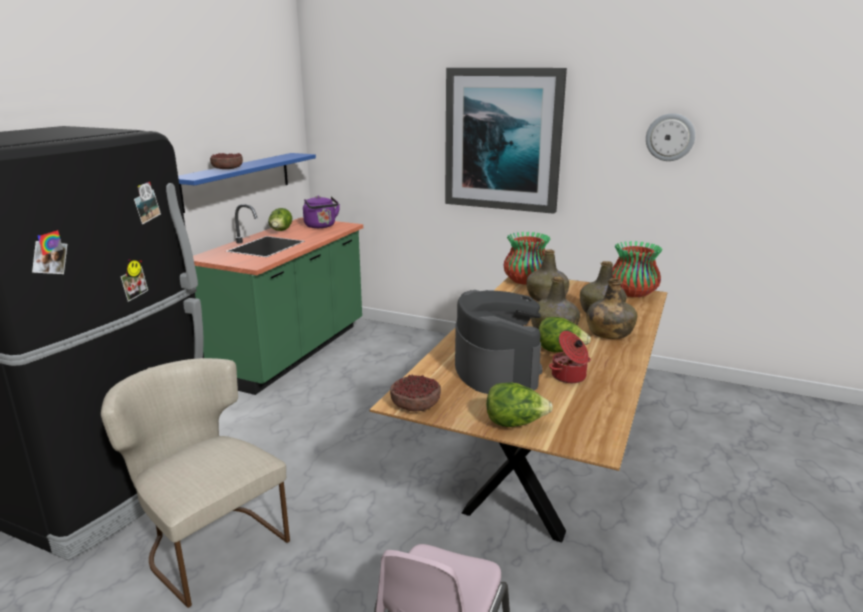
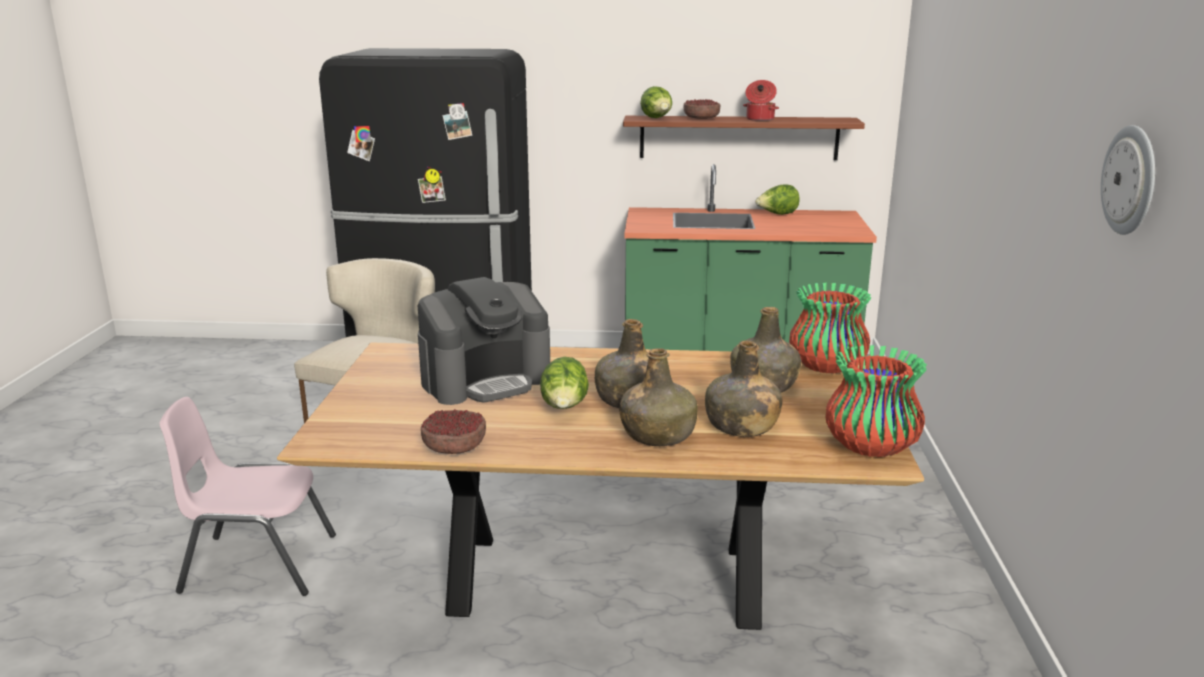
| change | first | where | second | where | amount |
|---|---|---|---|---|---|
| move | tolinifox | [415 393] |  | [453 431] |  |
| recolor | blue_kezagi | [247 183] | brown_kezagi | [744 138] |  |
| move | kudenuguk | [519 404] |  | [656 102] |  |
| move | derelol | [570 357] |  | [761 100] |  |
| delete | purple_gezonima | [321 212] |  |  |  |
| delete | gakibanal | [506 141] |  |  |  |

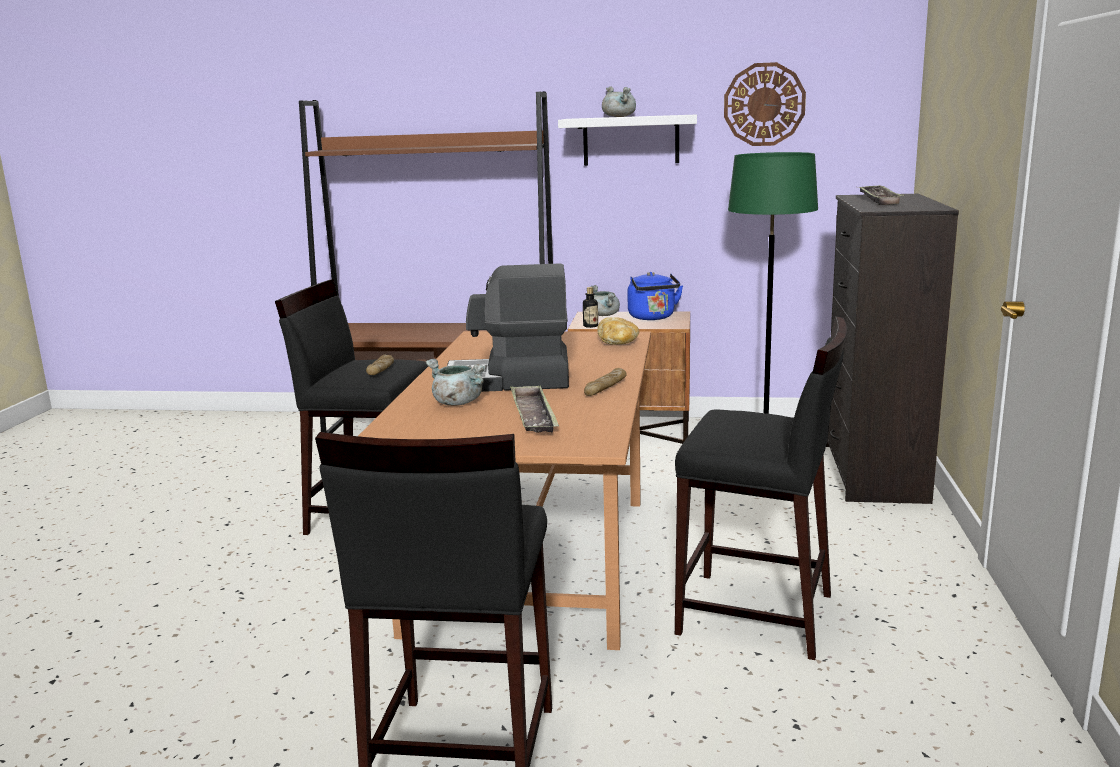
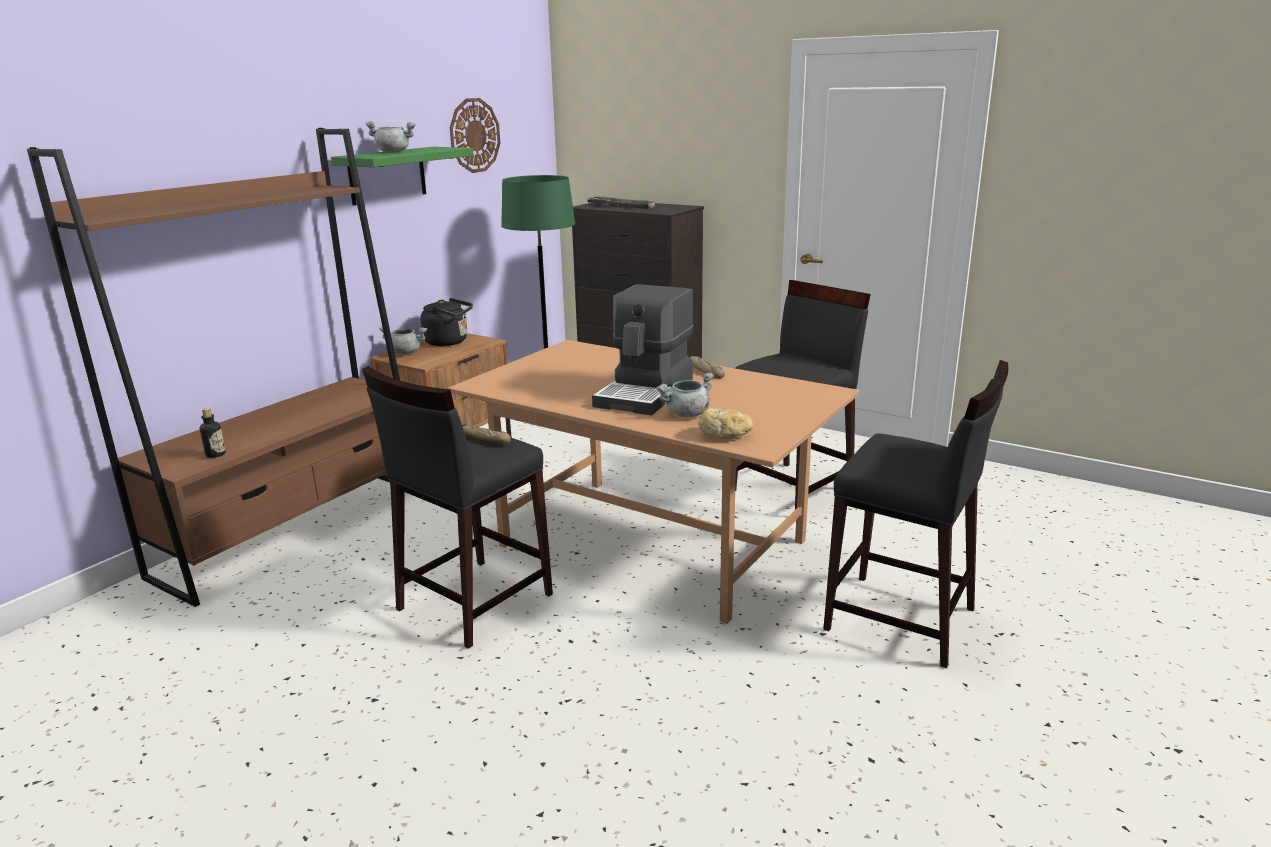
| change | first | where | second | where | amount |
|---|---|---|---|---|---|
| move | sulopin | [590 307] |  | [213 433] |  |
| recolor | white_kezagi | [627 140] | green_kezagi | [402 176] |  |
| recolor | blue_gezonima | [655 296] | black_gezonima | [447 322] |  |
| move | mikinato | [618 331] |  | [725 423] |  |
| delete | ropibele | [534 409] |  |  |  |

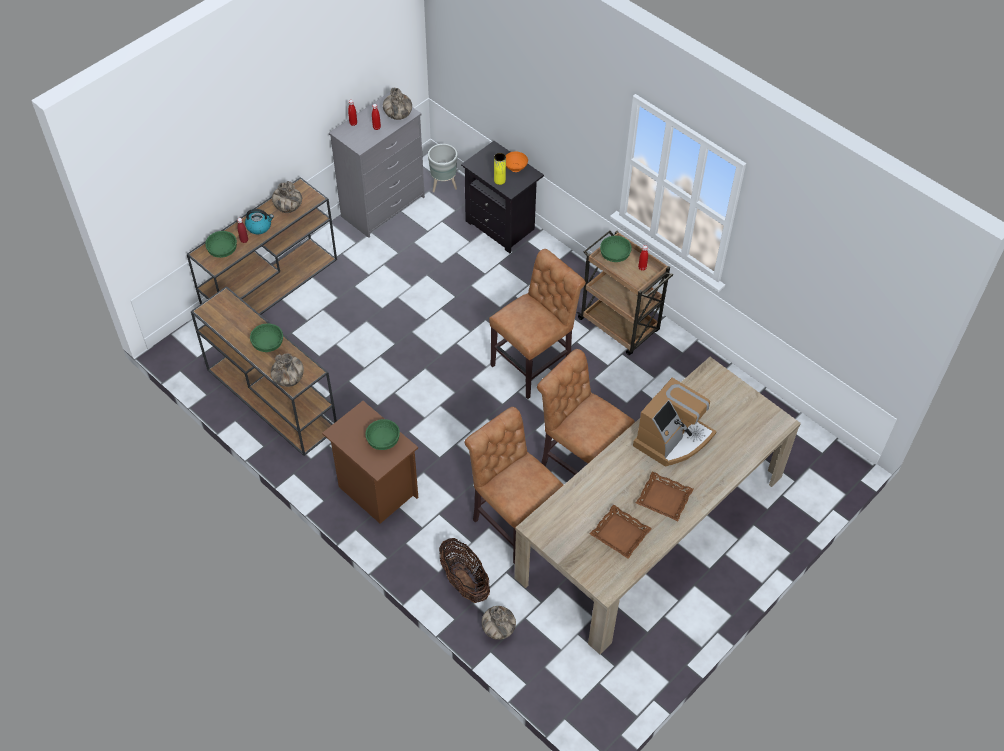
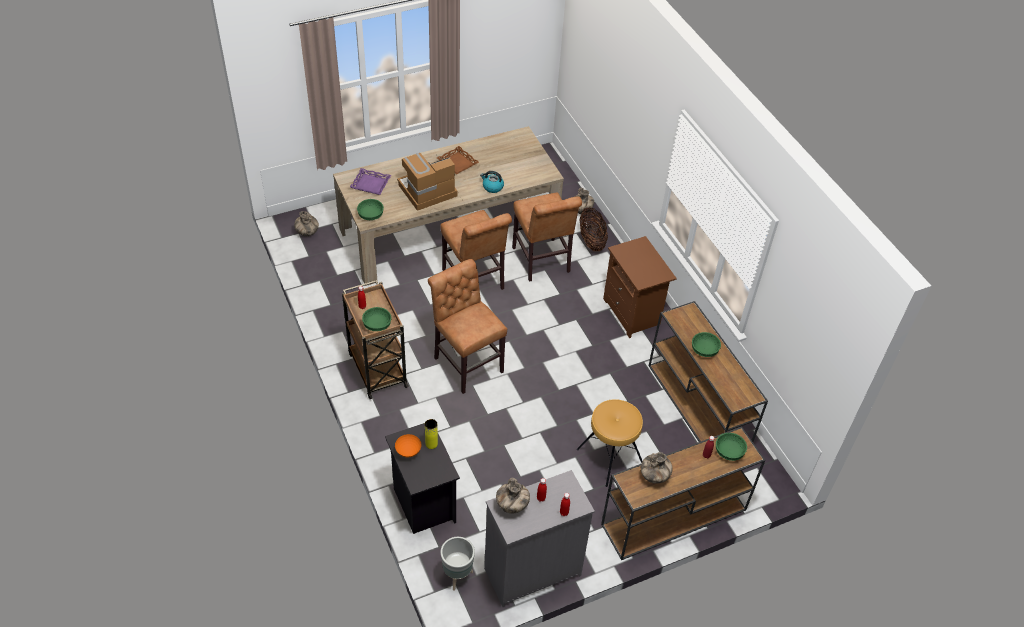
| change | first | where | second | where | amount |
|---|---|---|---|---|---|
| move | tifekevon | [287 370] |  | [306 223] |  |
| insert |  |  | purple_ropibele | [370 181] |  |
| move | green_tolinifox | [382 434] |  | [370 209] |  |
| rotate | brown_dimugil | [537 324] |  | [467 326] | 75 degrees clockwise |
| move | gezonima | [259 221] |  | [492 182] |  |
| insert |  |  | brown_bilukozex | [610 443] |  |
| delete | brown_ropibele | [621 531] |  |  |  |

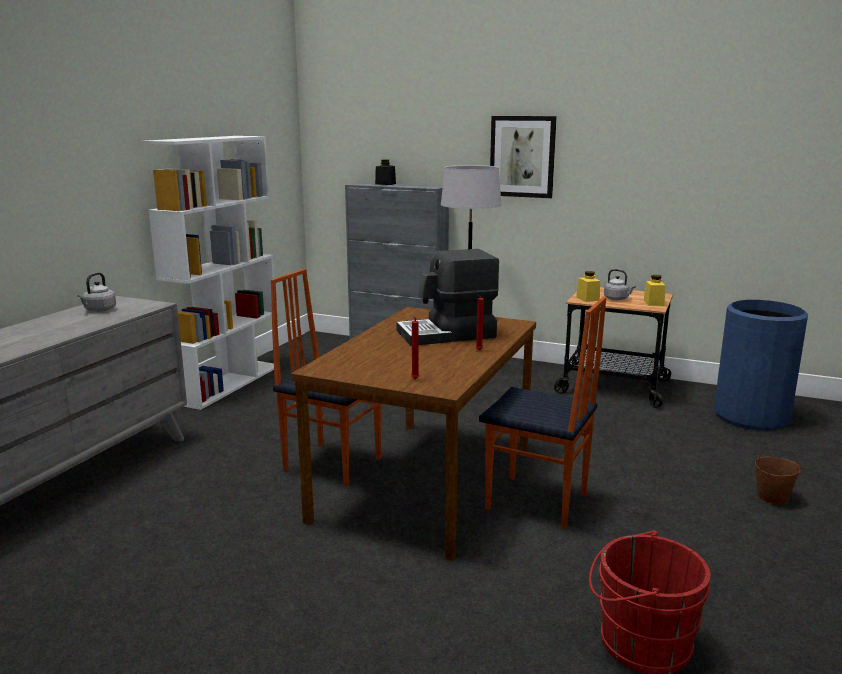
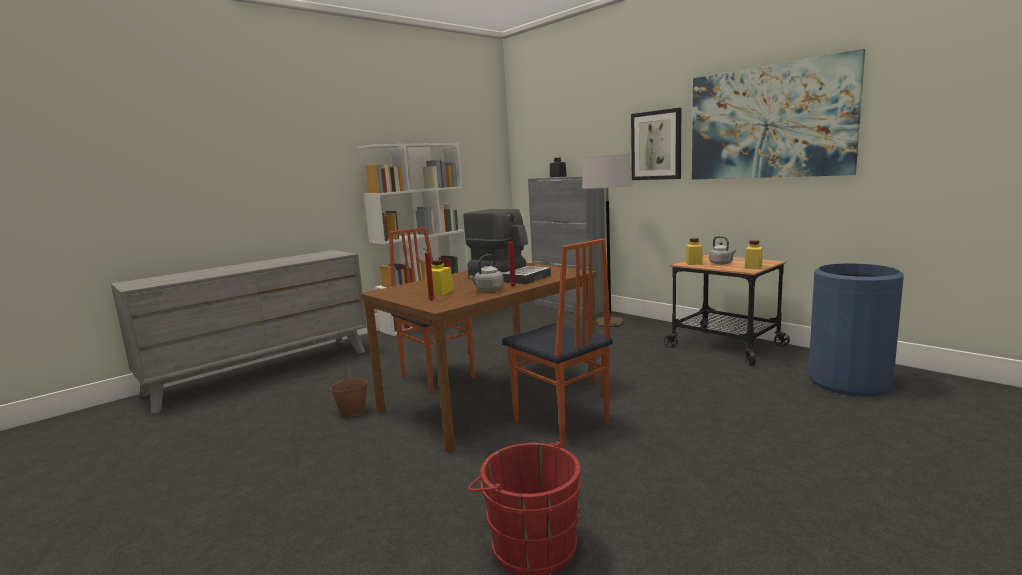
| change | first | where | second | where | amount |
|---|---|---|---|---|---|
| move | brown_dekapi | [778 473] |  | [349 391] |  |
| insert |  |  | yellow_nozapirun | [439 278] |  |
| rotate | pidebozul | [447 297] |  | [507 246] | 150 degrees counterclockwise |
| move | grey_gezonima | [96 292] |  | [486 273] |  |
| insert |  |  | gakibanal | [778 114] |  |

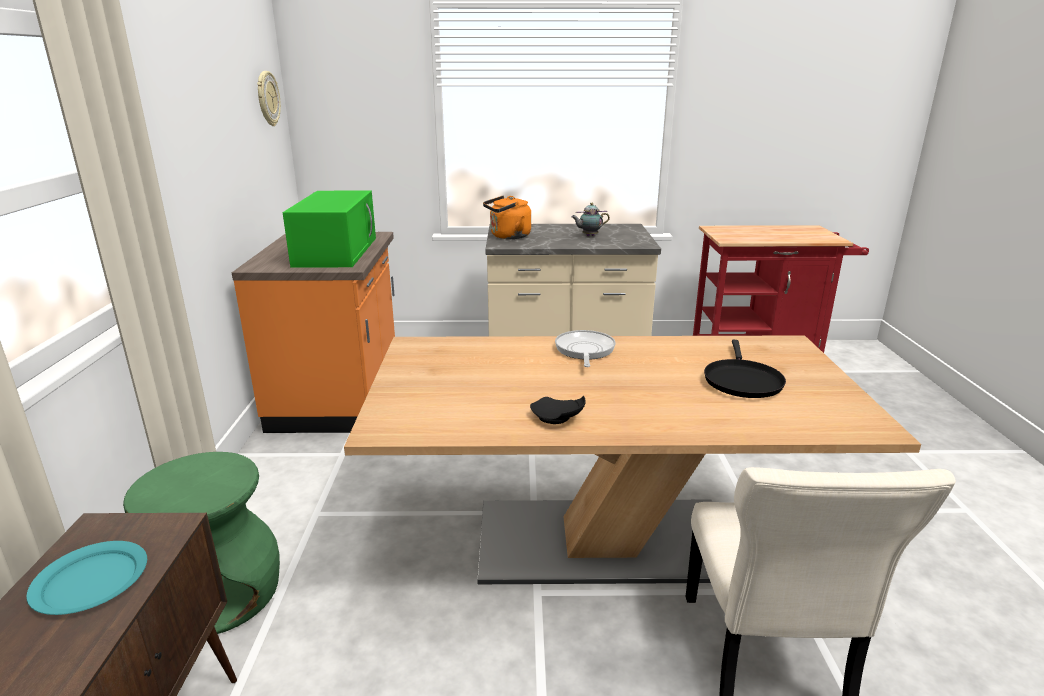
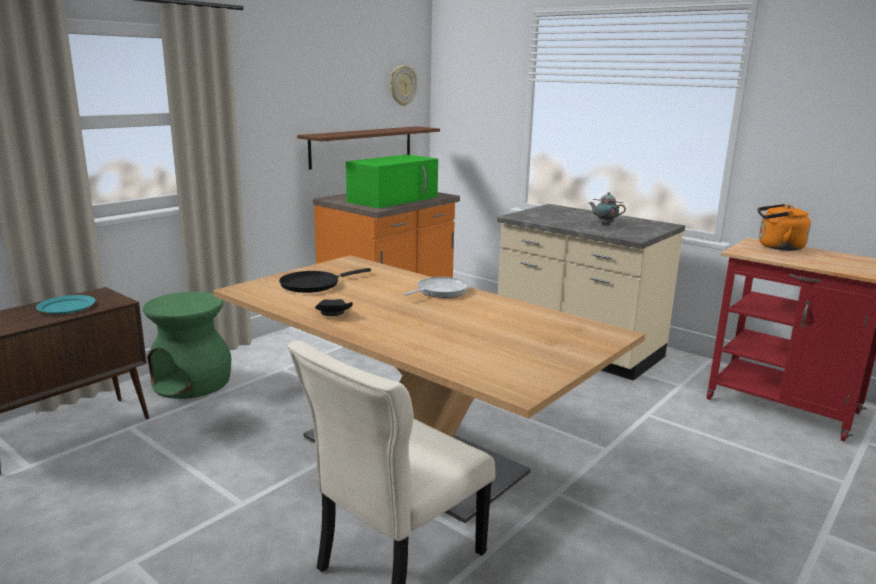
| change | first | where | second | where | amount |
|---|---|---|---|---|---|
| move | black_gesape | [745 369] |  | [325 280] |  |
| insert |  |  | brown_kezagi | [368 148] |  |
| move | orange_gezonima | [507 217] |  | [784 227] |  |

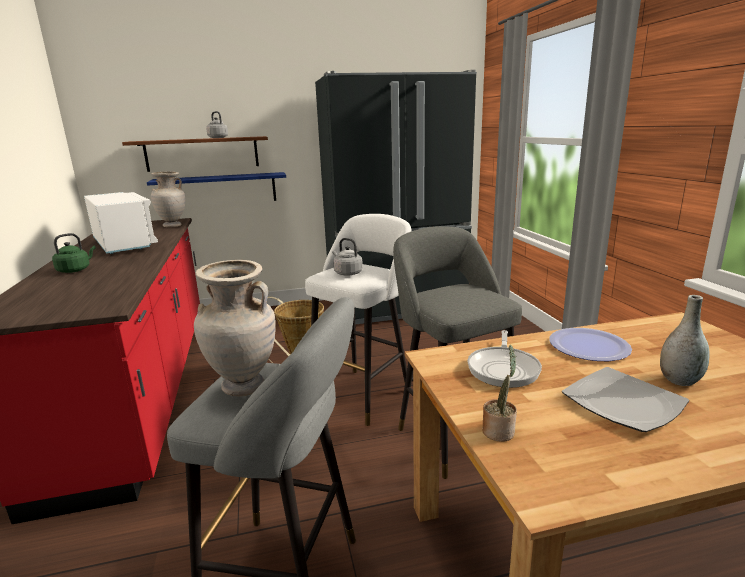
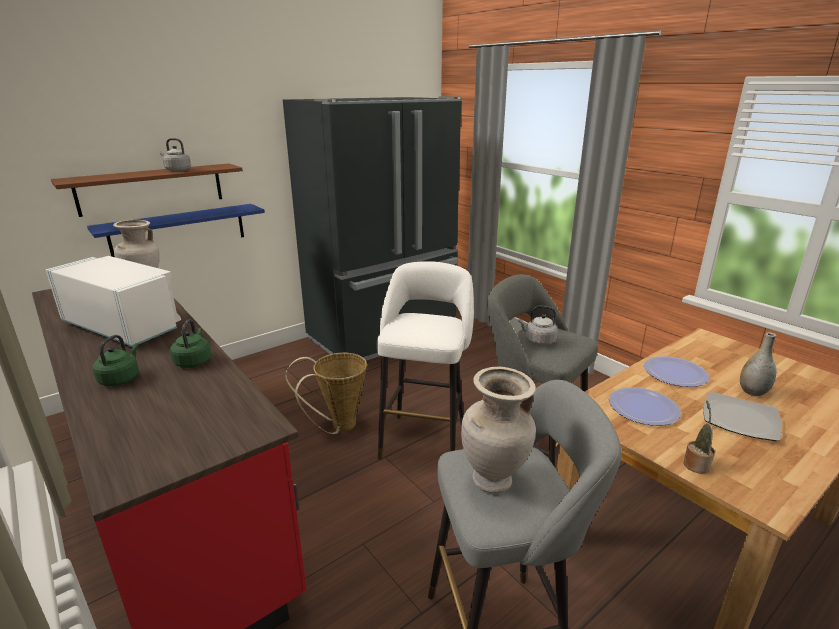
| change | first | where | second | where | amount |
|---|---|---|---|---|---|
| insert |  |  | green_gezonima | [190 343] |  |
| move | grey_gezonima | [347 257] |  | [538 326] |  |
| replace | gesape | [505 359] | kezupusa | [645 406] |  |

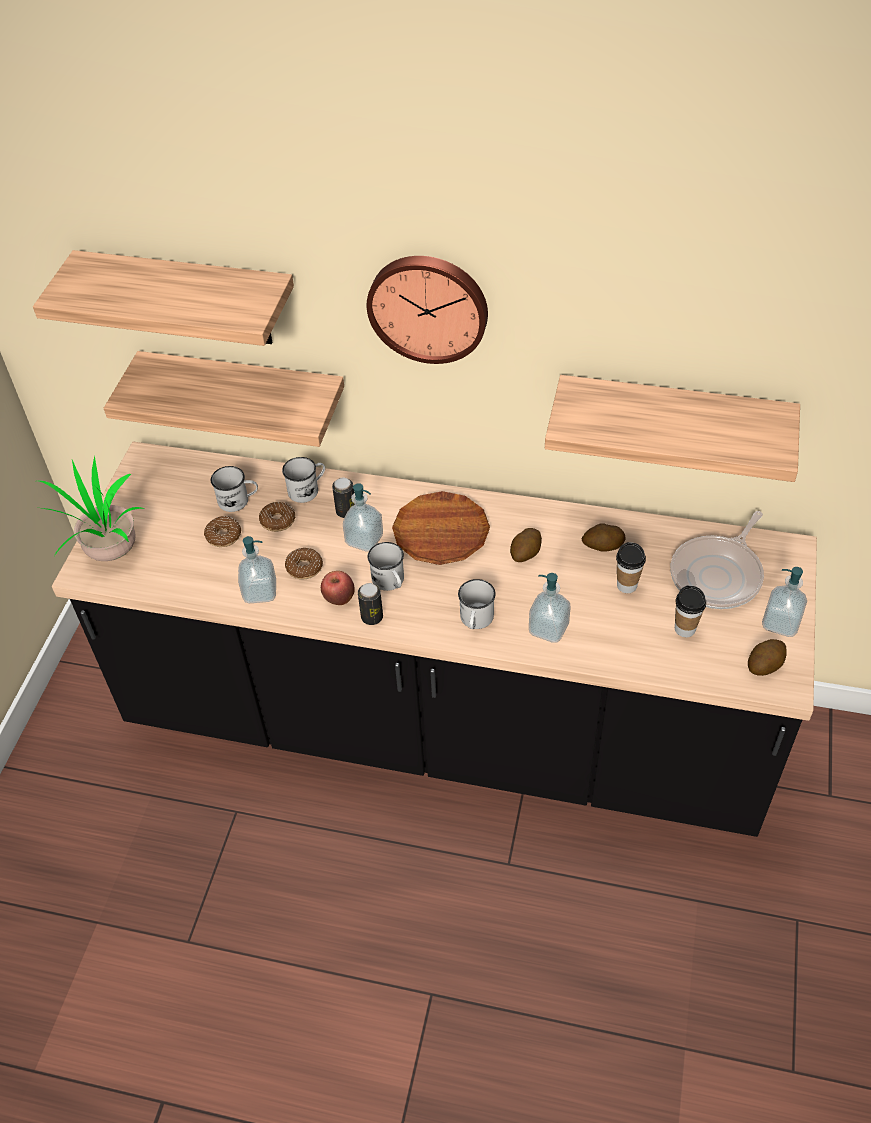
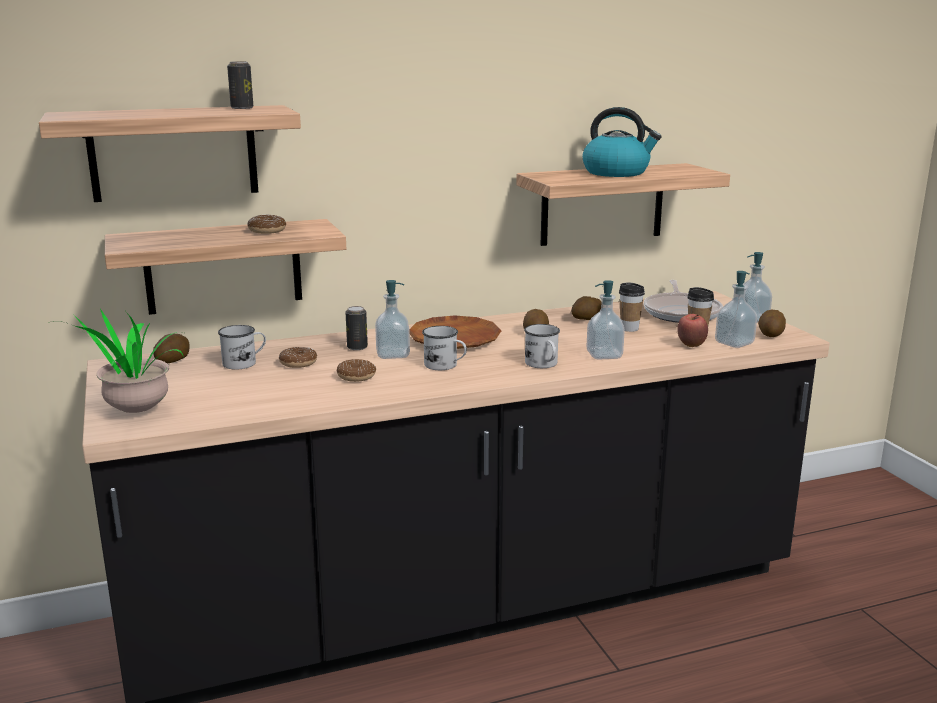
| change | first | where | second | where | amount |
|---|---|---|---|---|---|
| insert |  |  | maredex | [171 349] |  |
| move | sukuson | [370 604] |  | [240 85] |  |
| move | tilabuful | [222 531] |  | [267 224] |  |
| insert |  |  | gezonima | [621 142] |  |
| move | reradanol | [338 588] |  | [692 330] |  |
| move | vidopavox | [257 569] |  | [736 309] |  |
| delete | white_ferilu | [303 480] |  |  |  |
| delete | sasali | [427 310] |  |  |  |

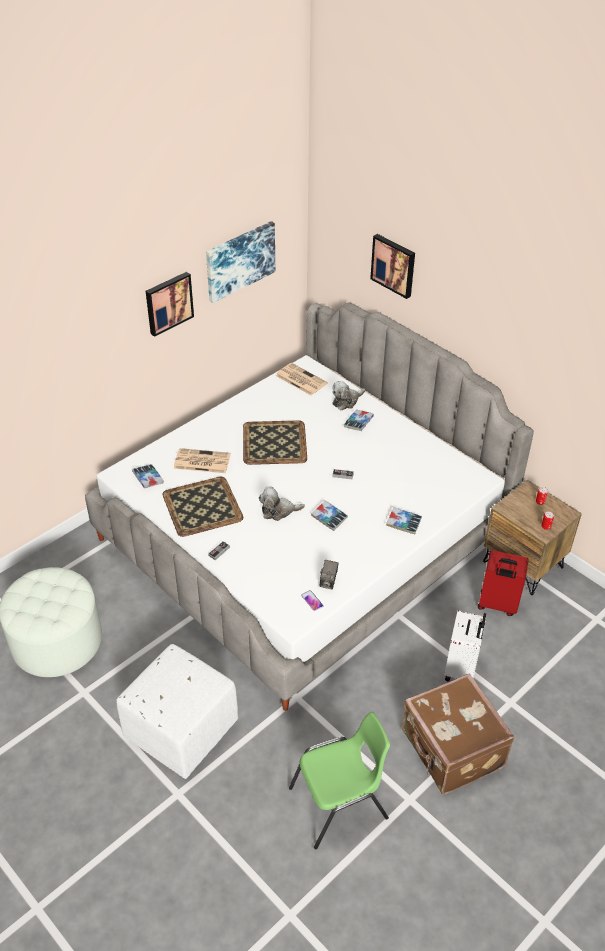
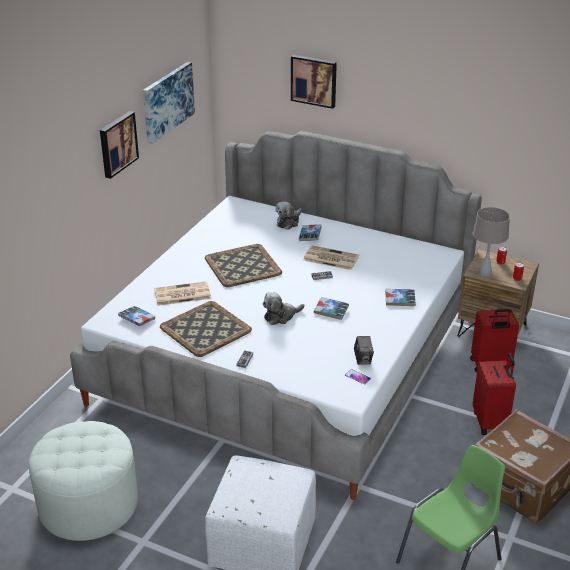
| change | first | where | second | where | amount |
|---|---|---|---|---|---|
| move | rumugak | [301 379] |  | [331 257] |  |
| insert |  |  | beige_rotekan | [491 242] |  |
| recolor | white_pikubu | [465 646] | red_pikubu | [494 394] |  |

